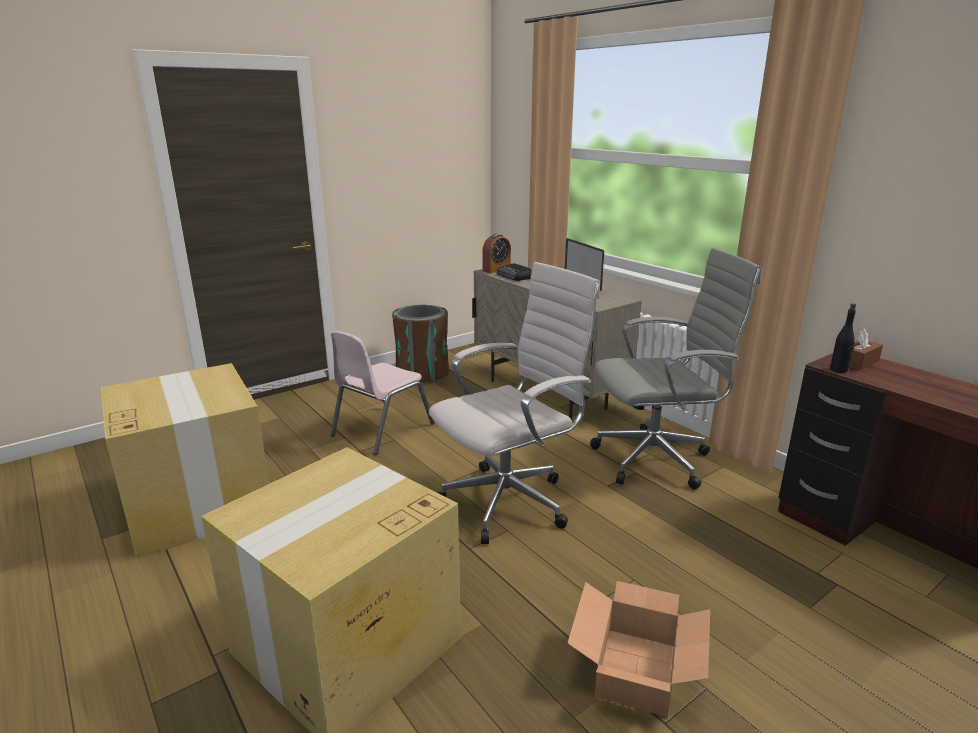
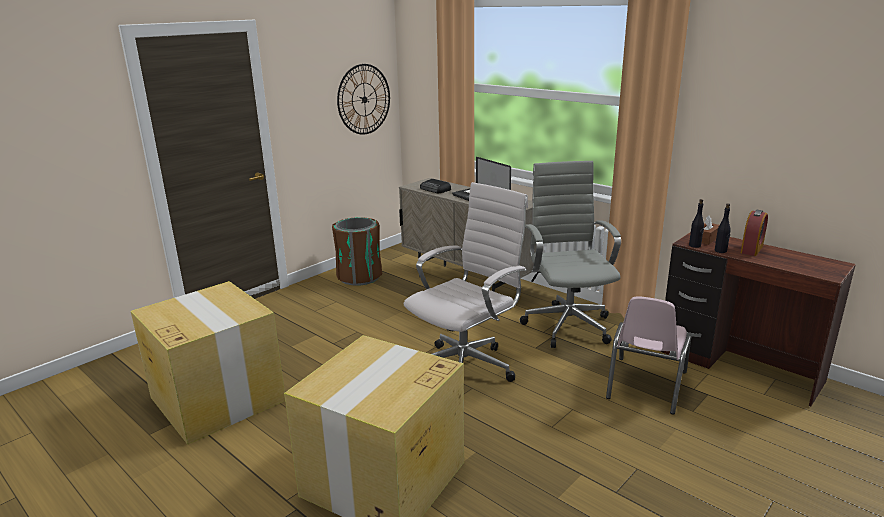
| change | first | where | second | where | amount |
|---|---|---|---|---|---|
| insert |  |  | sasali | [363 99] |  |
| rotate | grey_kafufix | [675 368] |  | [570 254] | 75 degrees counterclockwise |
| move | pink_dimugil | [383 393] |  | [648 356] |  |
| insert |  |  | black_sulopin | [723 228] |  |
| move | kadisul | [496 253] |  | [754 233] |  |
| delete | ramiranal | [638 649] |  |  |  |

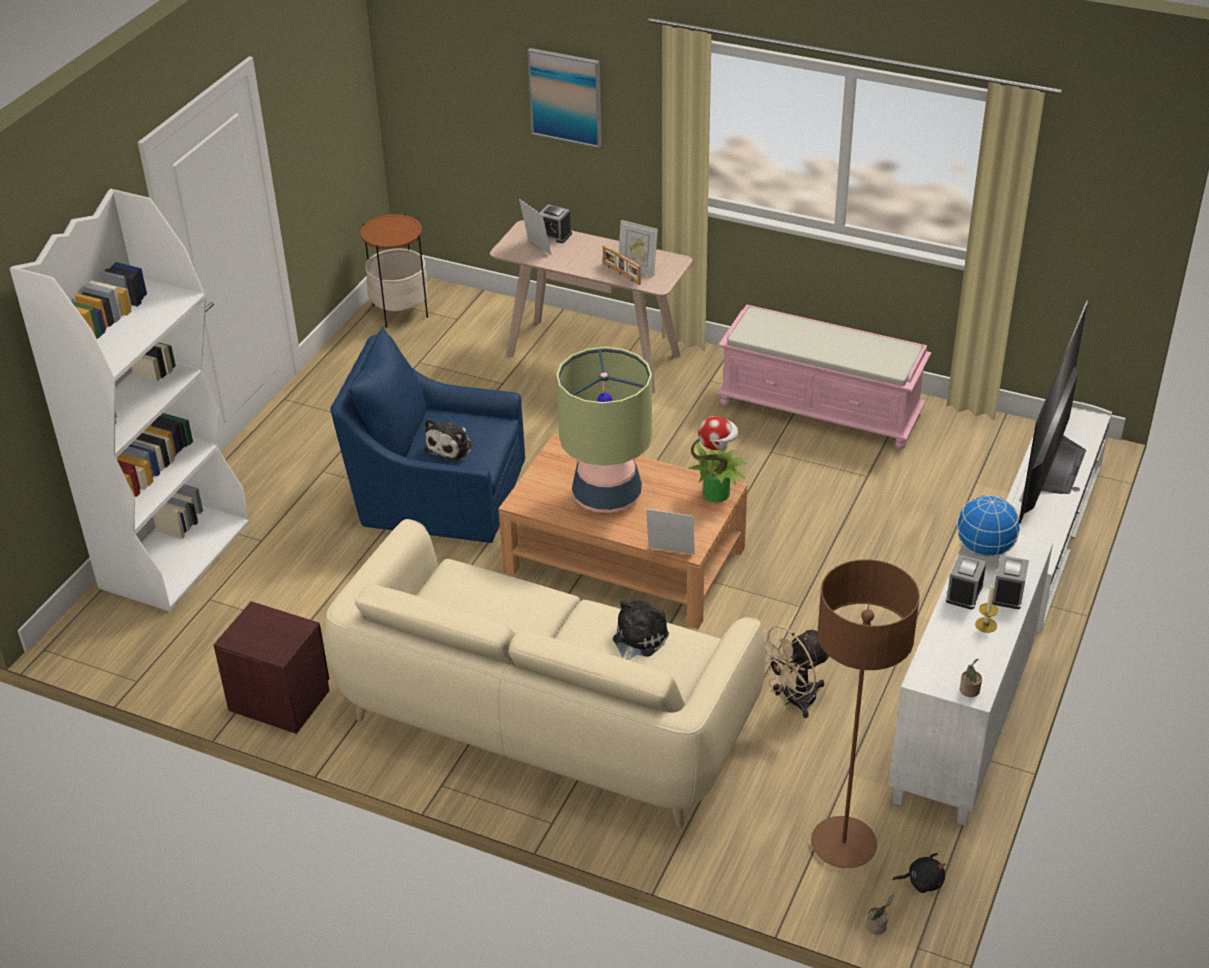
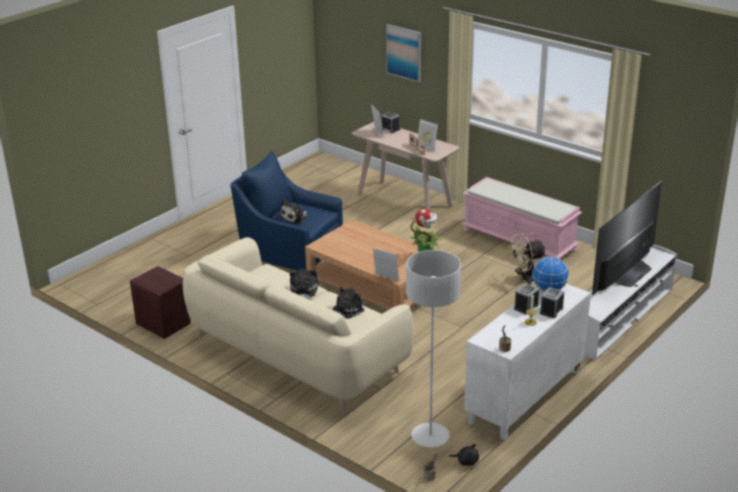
| change | first | where | second | where | amount |
|---|---|---|---|---|---|
| insert |  |  | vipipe | [303 283] |  |
| recolor | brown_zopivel | [865 713] | grey_zopivel | [433 348] |  |
| move | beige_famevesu | [796 671] |  | [527 259] |  |
| delete | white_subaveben | [130 400] |  |  |  |
| delete | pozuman | [394 271] |  |  |  |
| delete | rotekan | [604 430] |  |  |  |

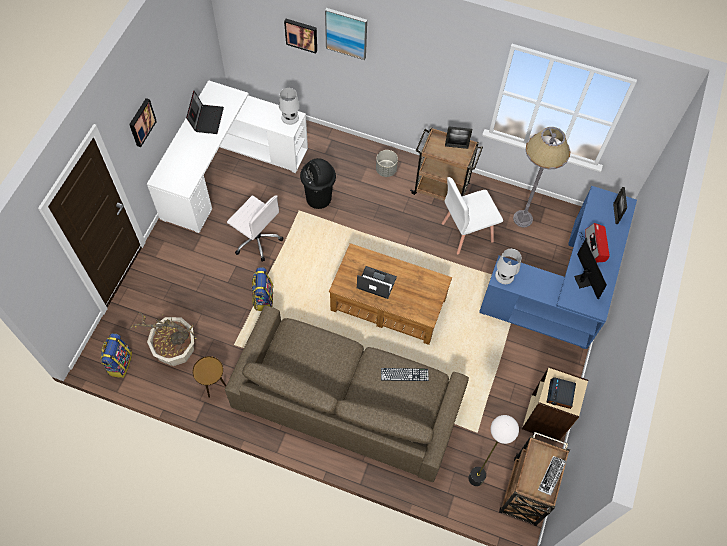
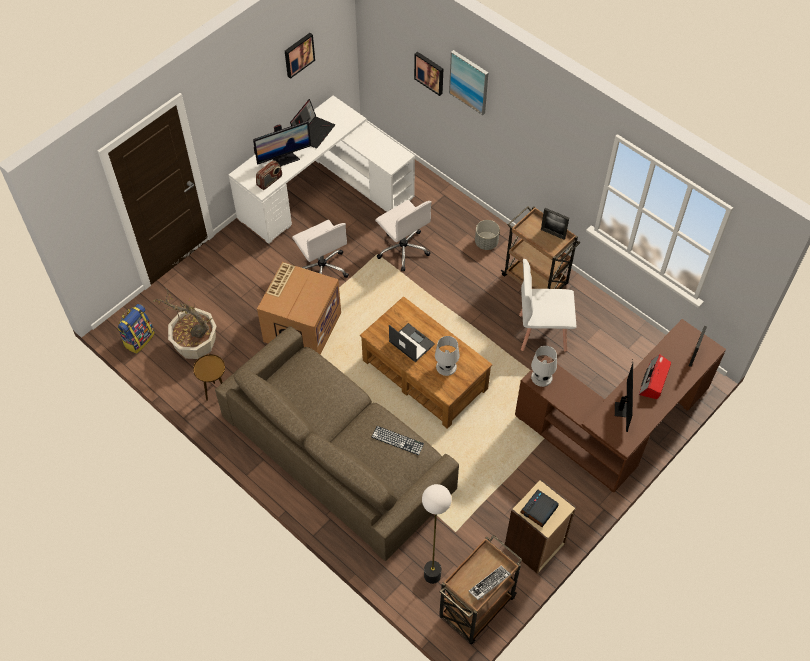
| change | first | where | second | where | amount |
|---|---|---|---|---|---|
| insert |  |  | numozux | [282 143] |  |
| insert |  |  | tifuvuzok | [269 175] |  |
| replace | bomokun | [262 289] | ramiranal | [299 308] |  |
| move | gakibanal | [143 122] |  | [300 56] |  |
| replace | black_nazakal | [318 183] | white_kafufix | [403 235] |  |
| move | white_rotekan | [289 106] |  | [447 356] |  |
| recolor | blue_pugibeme | [558 267] | brown_pugibeme | [620 405] |  |
| delete | grey_zopivel | [542 177] |  |  |  |

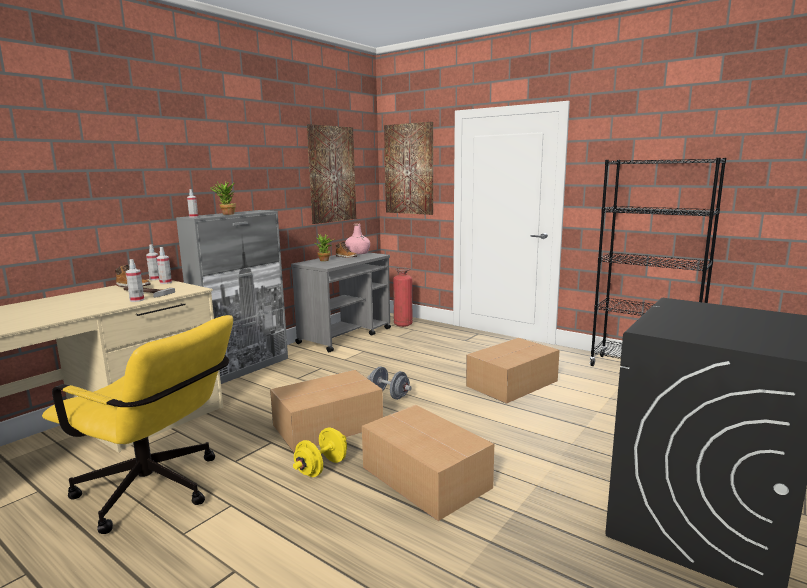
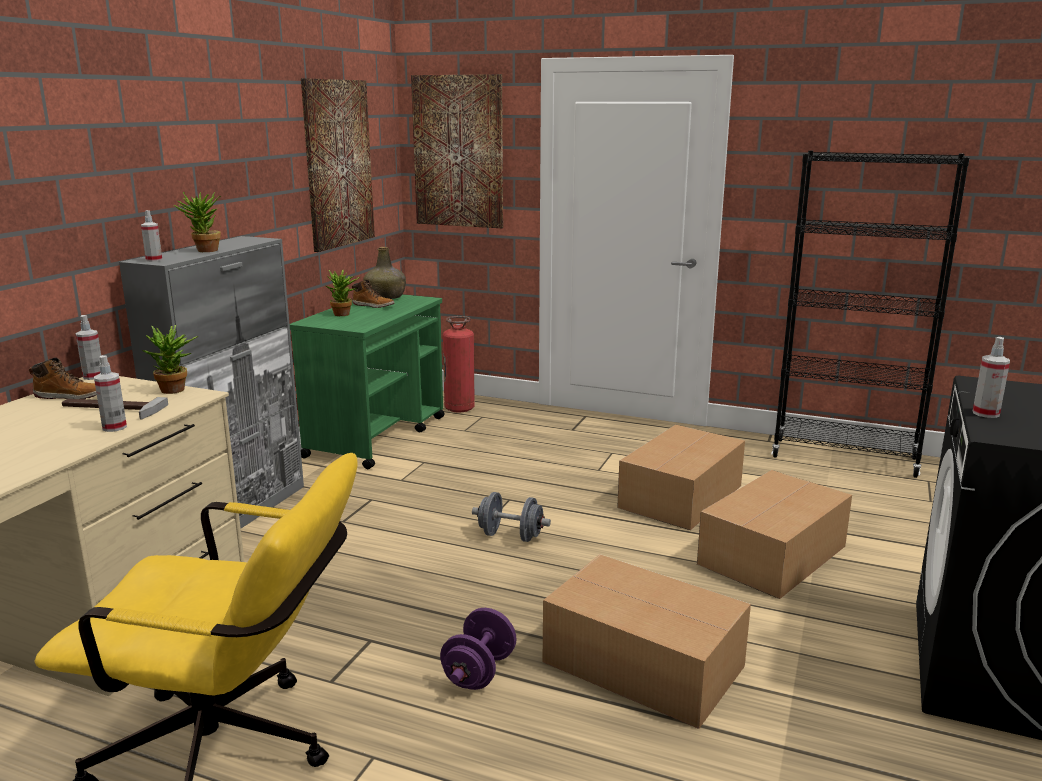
| change | first | where | second | where | amount |
|---|---|---|---|---|---|
| insert |  |  | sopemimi | [170 359] |  |
| recolor | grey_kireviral | [341 302] | green_kireviral | [367 381] |  |
| recolor | pink_sulopin | [357 238] | green_sulopin | [384 273] |  |
| recolor | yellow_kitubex | [320 452] | purple_kitubex | [478 649] |  |
| move | ramiranal | [326 411] |  | [774 534] |  |
| move | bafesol | [164 265] |  | [991 377] |  |

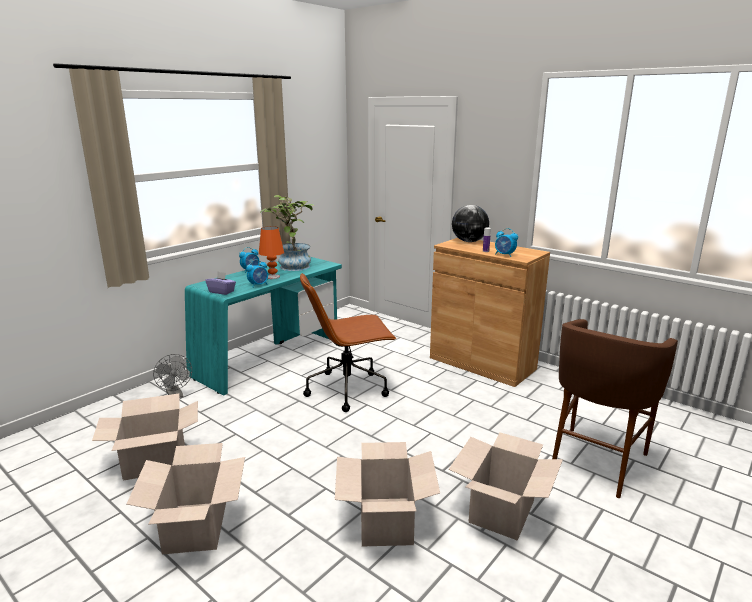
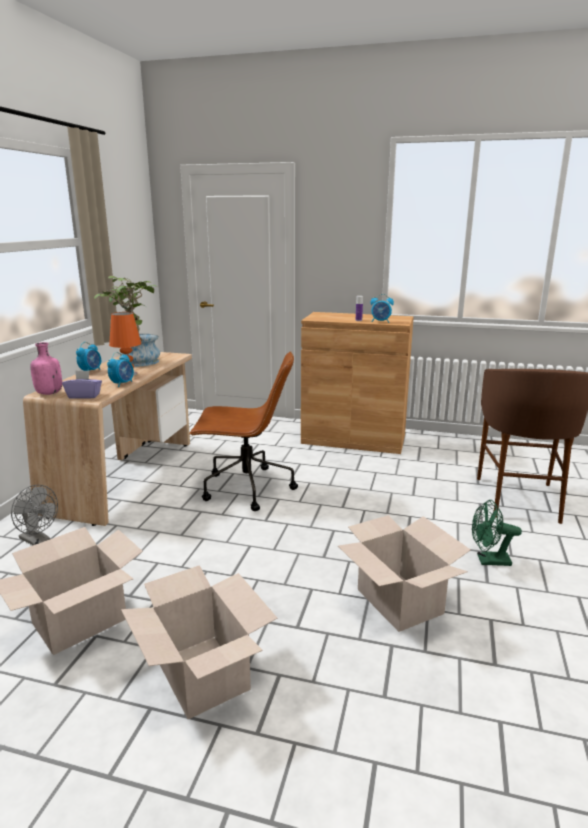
| change | first | where | second | where | amount |
|---|---|---|---|---|---|
| recolor | turquoise_pugibeme | [263 326] | beige_pugibeme | [107 439] |  |
| insert |  |  | pink_sulopin | [46 368] |  |
| rotate | brown_kafufix | [348 342] |  | [243 431] | 135 degrees counterclockwise |
| replace | ramiranal | [505 486] | green_famevesu | [497 533] |  |
| delete | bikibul | [470 223] |  |  |  |

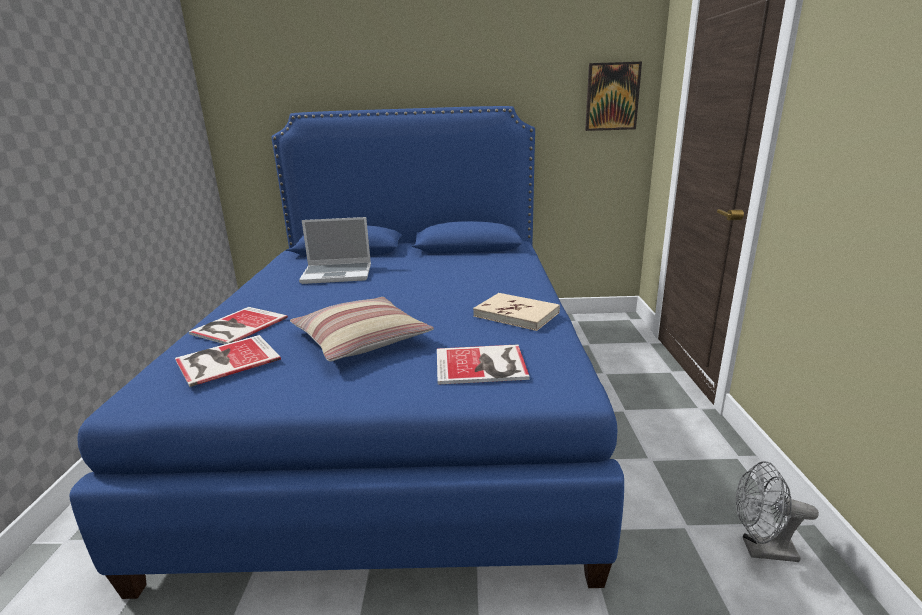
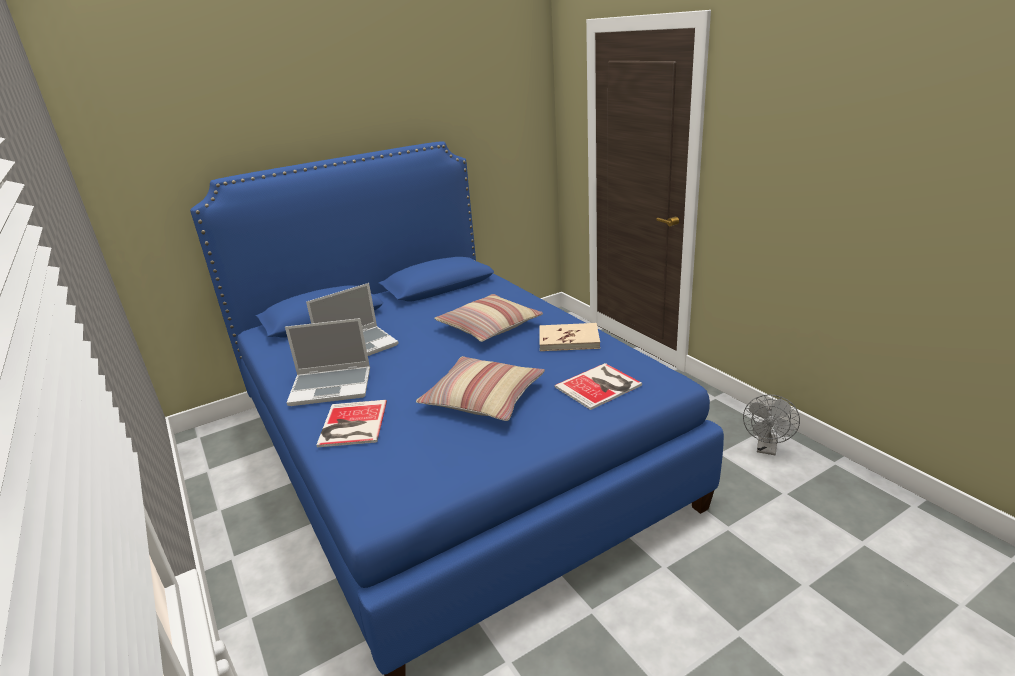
| change | first | where | second | where | amount |
|---|---|---|---|---|---|
| insert |  |  | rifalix | [327 362] |  |
| insert |  |  | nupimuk | [488 318] |  |
| rotate | grey_famevesu | [777 511] |  | [771 425] | 45 degrees counterclockwise |
| delete | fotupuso | [228 361] |  |  |  |
| delete | gakibanal | [613 96] |  |  |  |

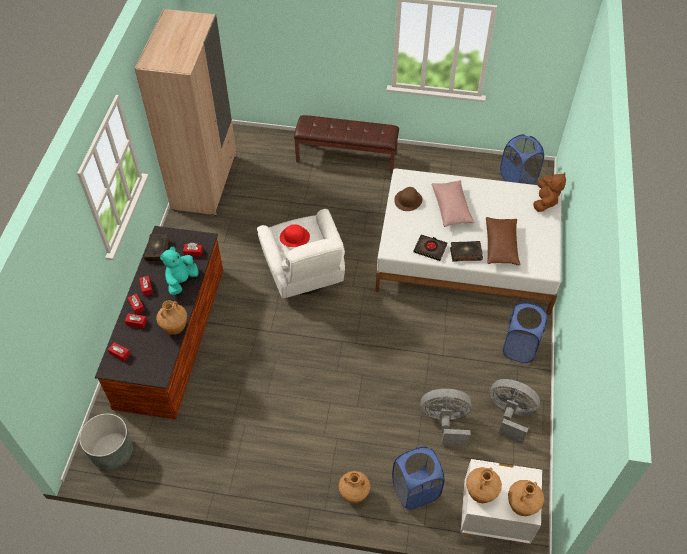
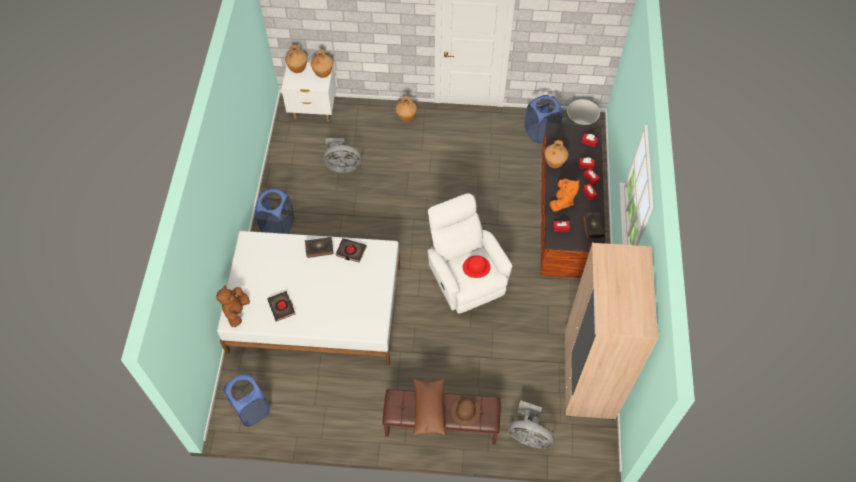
| change | first | where | second | where | amount |
|---|---|---|---|---|---|
| insert |  |  | black_fotupuso | [281 306] |  |
| move | brown_nupimuk | [503 241] |  | [429 406] |  |
| move | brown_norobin | [408 199] |  | [465 411] |  |
| move | grey_famevesu | [515 411] |  | [531 424] |  |
| move | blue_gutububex | [418 478] |  | [543 119] |  |
| recolor | turquoise_vipipe | [179 270] | orange_vipipe | [564 195] |  |
| delete | pink_nupimuk | [453 203] |  |  |  |

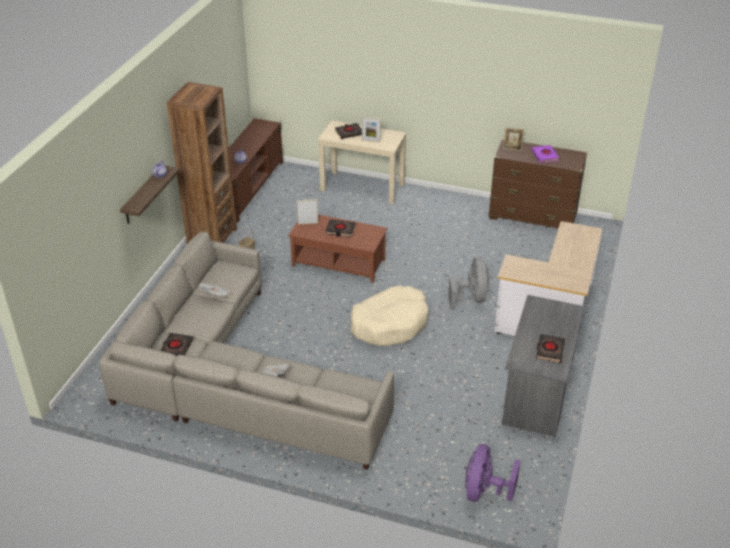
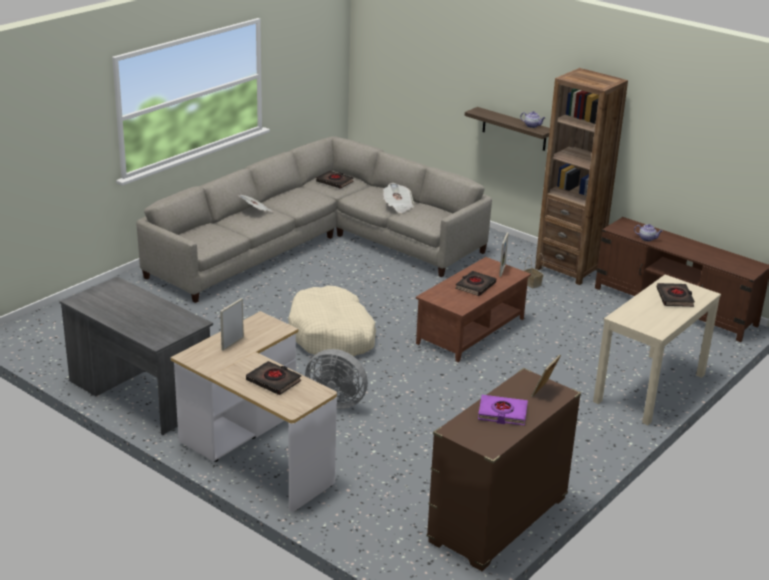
| change | first | where | second | where | amount |
|---|---|---|---|---|---|
| move | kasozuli | [371 129] |  | [232 324] |  |
| move | black_fotupuso | [551 348] |  | [273 378] |  |
| delete | purple_famevesu | [492 473] |  |  |  |

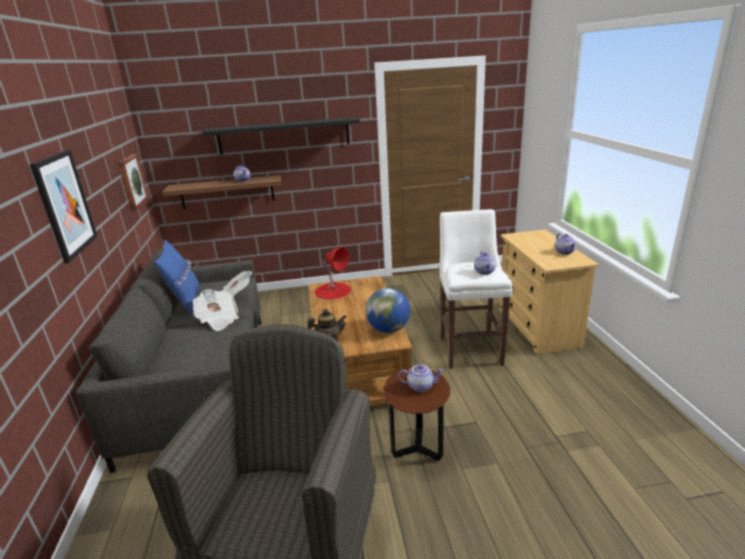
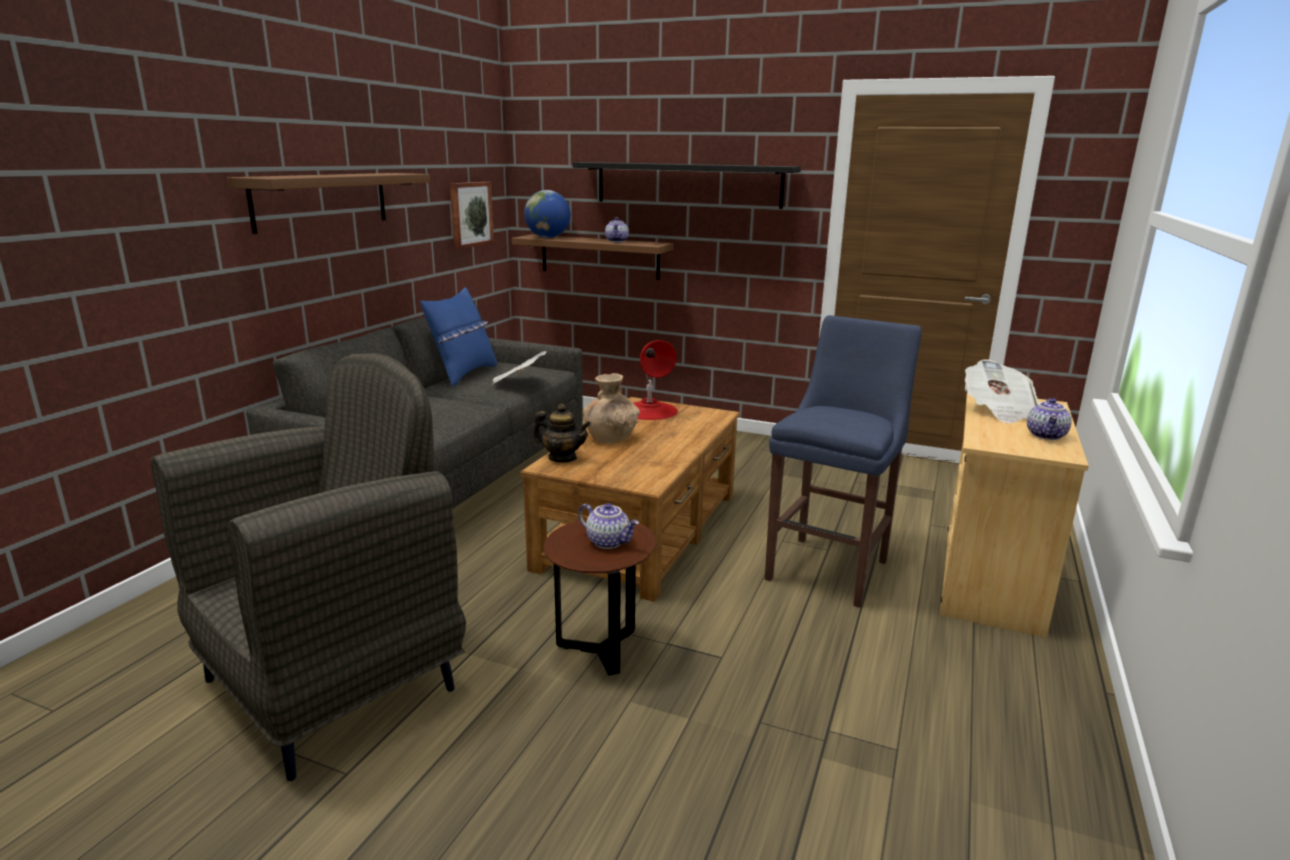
| change | first | where | second | where | amount |
|---|---|---|---|---|---|
| replace | gakibanal | [64 206] | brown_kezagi | [328 203] |  |
| move | bikibul | [388 310] |  | [547 214] |  |
| insert |  |  | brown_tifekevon | [611 408] |  |
| recolor | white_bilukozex | [476 289] | blue_bilukozex | [843 461] |  |
| move | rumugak | [216 310] |  | [1002 391] |  |
| delete | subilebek | [485 263] |  |  |  |

